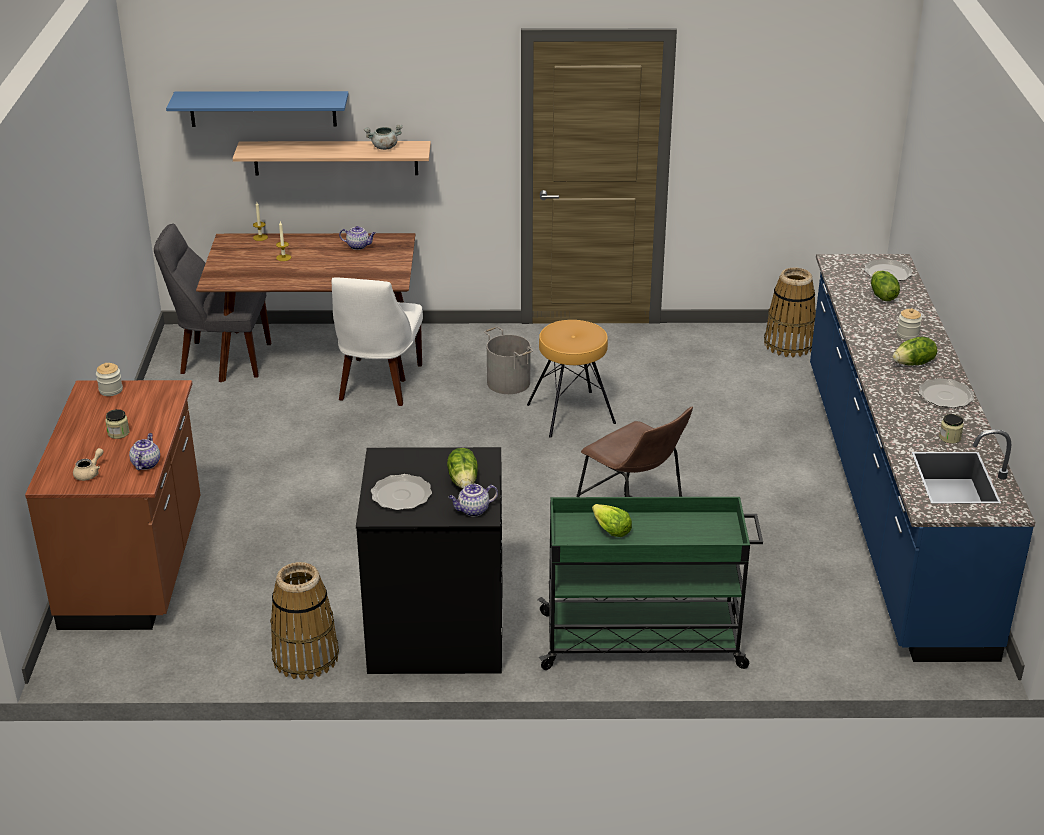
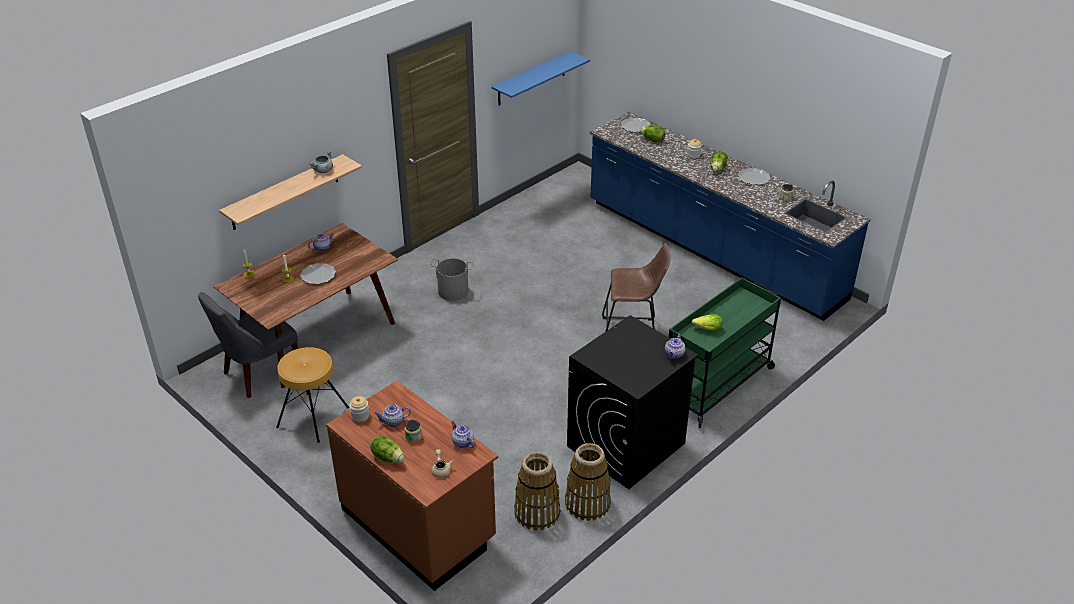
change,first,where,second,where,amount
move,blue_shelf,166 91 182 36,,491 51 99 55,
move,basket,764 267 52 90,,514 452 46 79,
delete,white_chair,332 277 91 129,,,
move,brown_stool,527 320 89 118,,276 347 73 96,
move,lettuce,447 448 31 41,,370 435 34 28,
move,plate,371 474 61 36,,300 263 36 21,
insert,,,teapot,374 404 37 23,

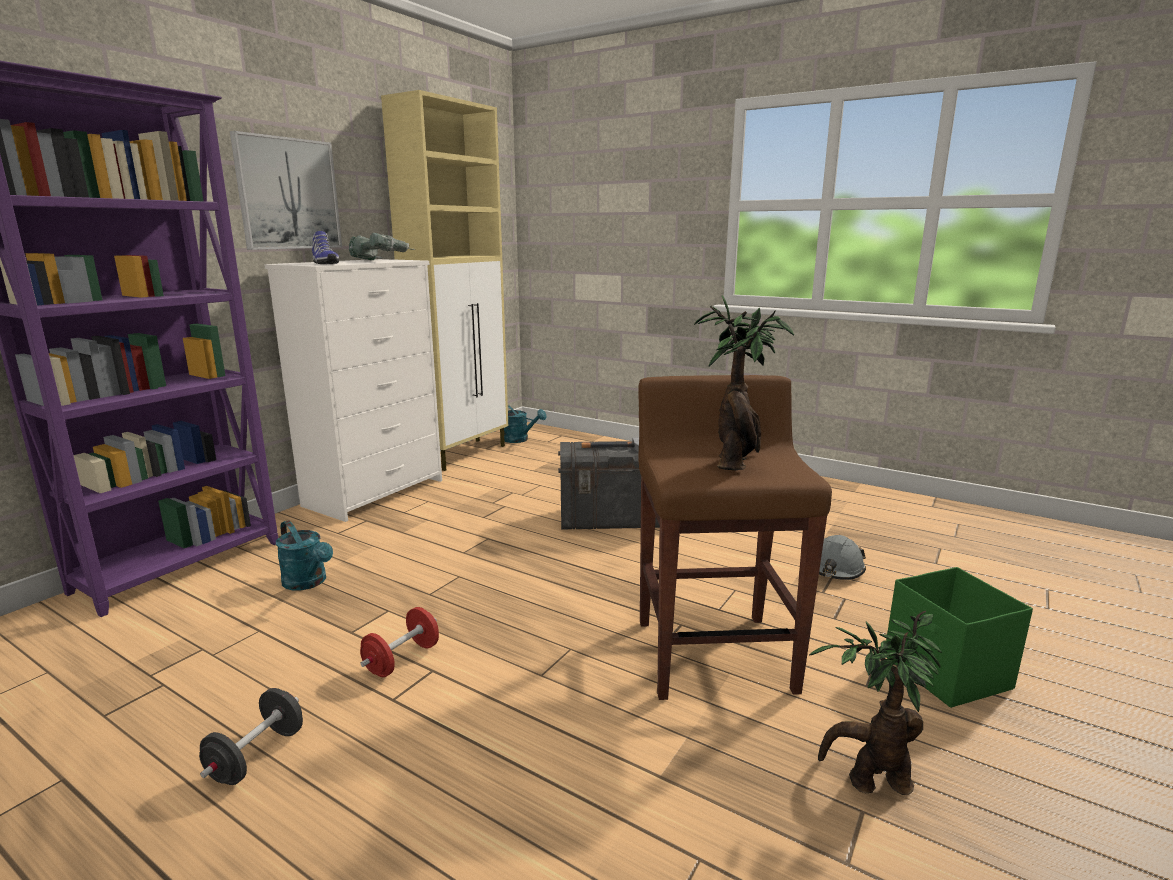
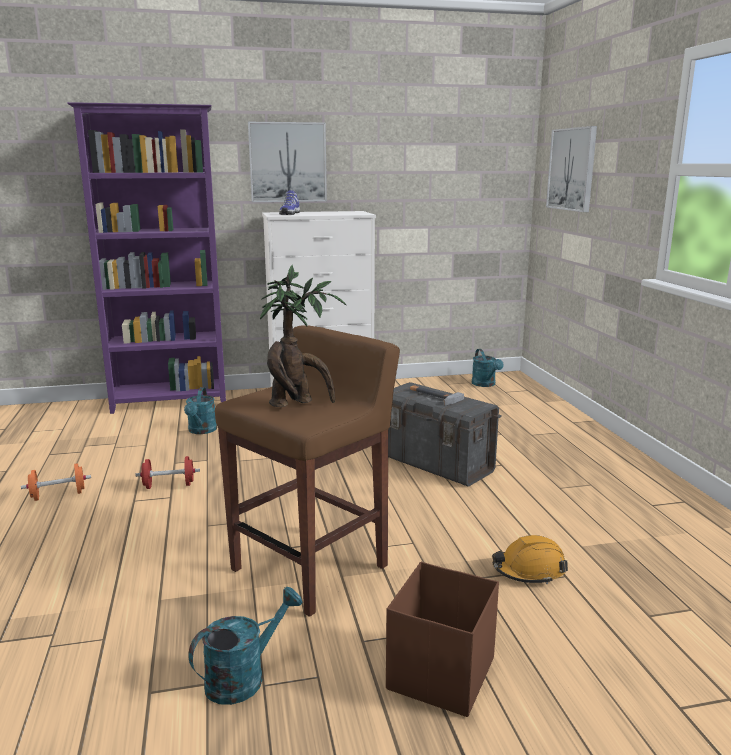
change,first,where,second,where,amount
delete,beige_cabinet,381 90 127 381,,,
delete,power_drill,349 233 67 27,,,
recolor,grey_hard_hat,819 535 47 45,orange_hard_hat,492 535 76 49,
recolor,green_storage_box,886 567 147 141,brown_storage_box,386 562 113 155,
replace,potted_plant,809 611 133 184,turquoise_watering_can,188 587 114 118,
recolor,black_dumbbell,199 688 104 97,orange_dumbbell,21 463 70 38,
insert,,,picture,546 126 51 86,

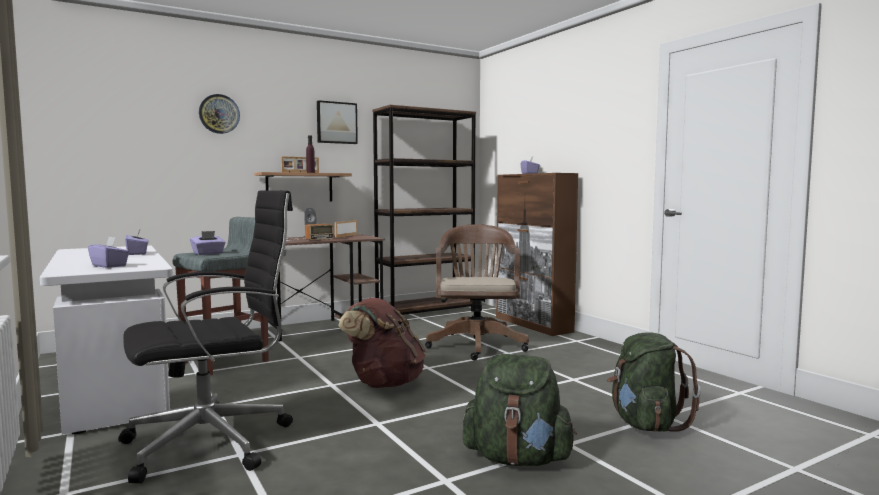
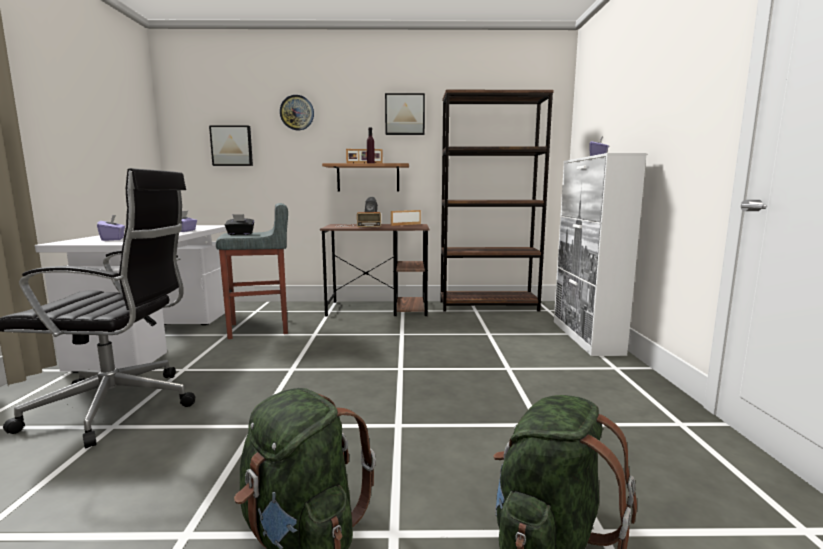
change,first,where,second,where,amount
recolor,brown_cabinet,496 173 82 163,white_cabinet,554 153 93 203,
delete,brown_office_chair,425 224 104 136,,,
recolor,purple_tissue_box,190 231 36 24,black_tissue_box,225 214 29 21,
delete,brown_backpack,338 298 88 90,,,
insert,,,picture,209 125 44 41,

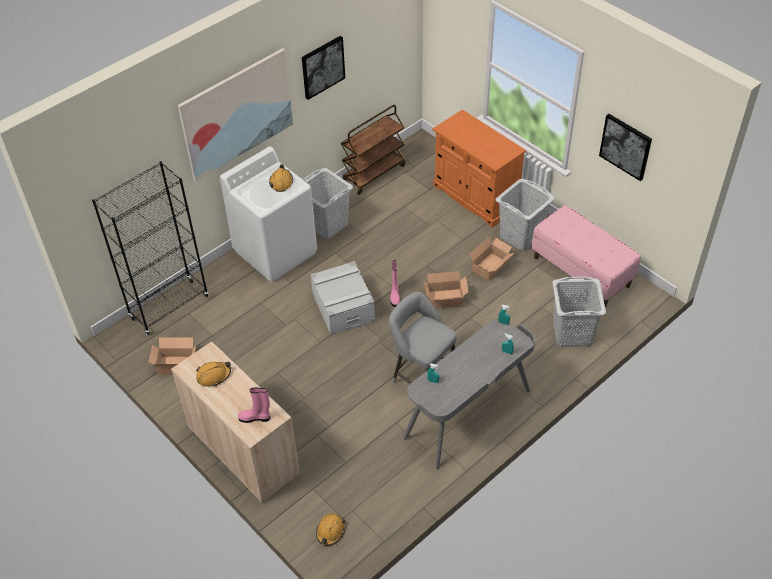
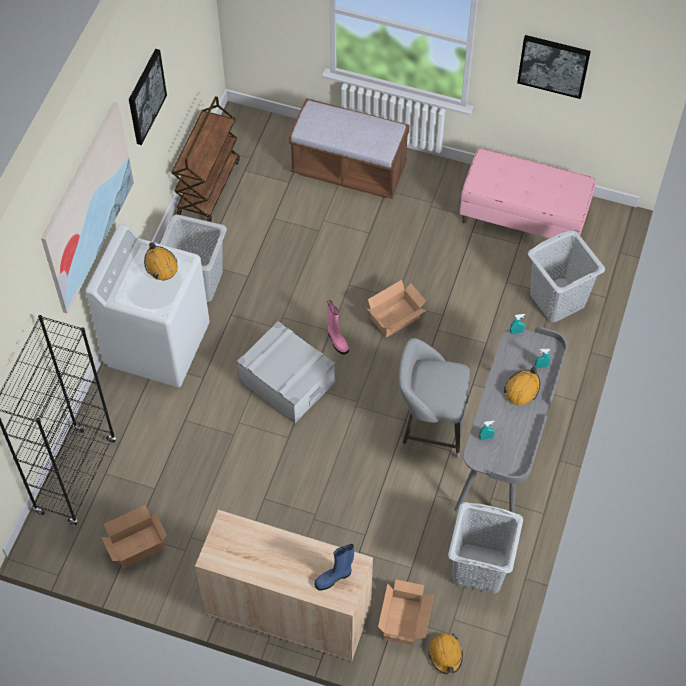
change,first,where,second,where,amount
replace,orange_cabinet,433 110 93 117,brown_bench,289 98 120 100,
move,grey_laundry_basket,496 179 59 72,,448 502 75 92,
move,cardboard_box,470 237 44 44,,378 580 56 66,
move,orange_hard_hat,196 361 35 25,,504 367 36 38,
recolor,pink_boot,238 387 32 36,blue_boot,314 544 40 46,

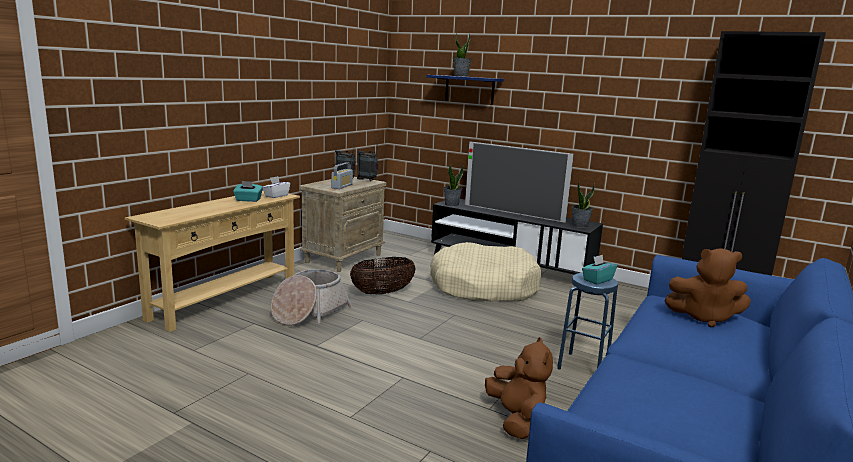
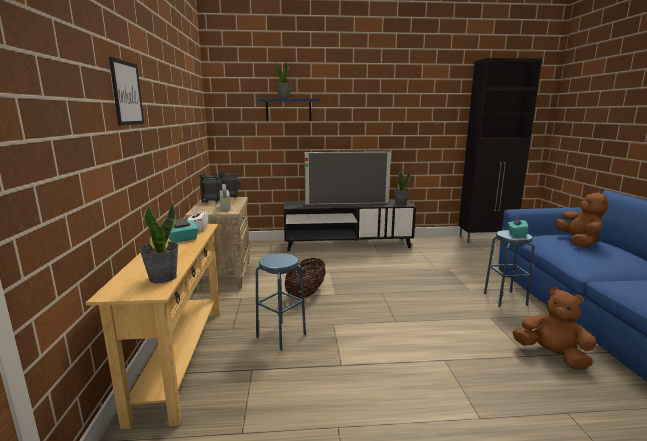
change,first,where,second,where,amount
move,potted_plant,443 164 20 42,,139 202 40 82,
delete,beige_dog_bed,430 242 112 59,,,
rotate,brown_plush_toy,664 248 87 79,,556 191 52 57,60 degrees counterclockwise
replace,basket,271 269 81 56,blue_stool,256 253 50 97,
insert,,,picture,109 57 35 69,

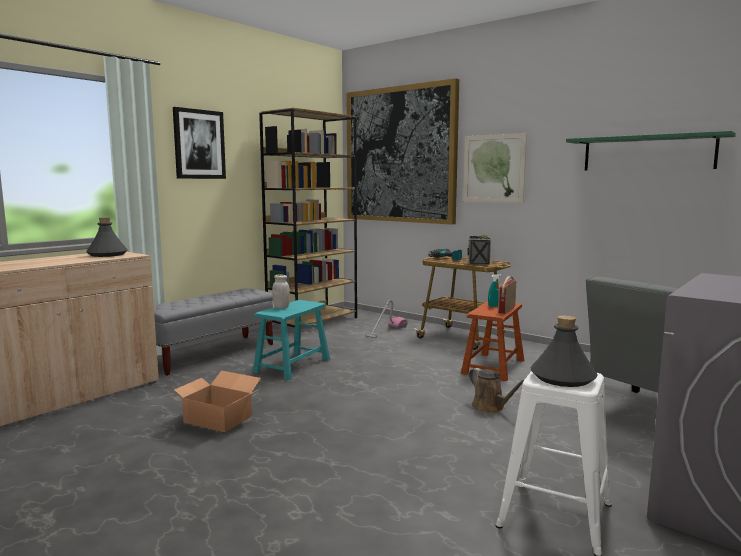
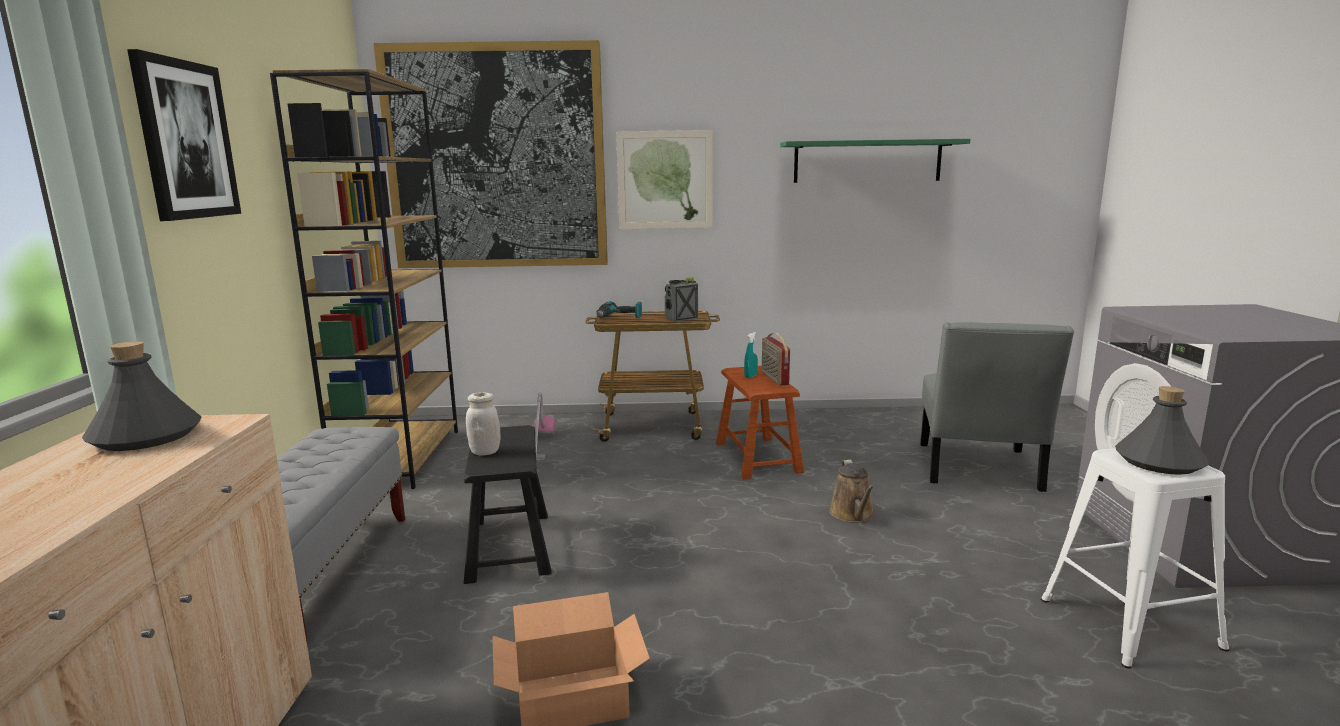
change,first,where,second,where,amount
recolor,turquoise_stool,253 300 77 80,black_stool,464 425 88 159,
rotate,brown_watering_can,469 368 56 45,,829 460 45 63,75 degrees clockwise

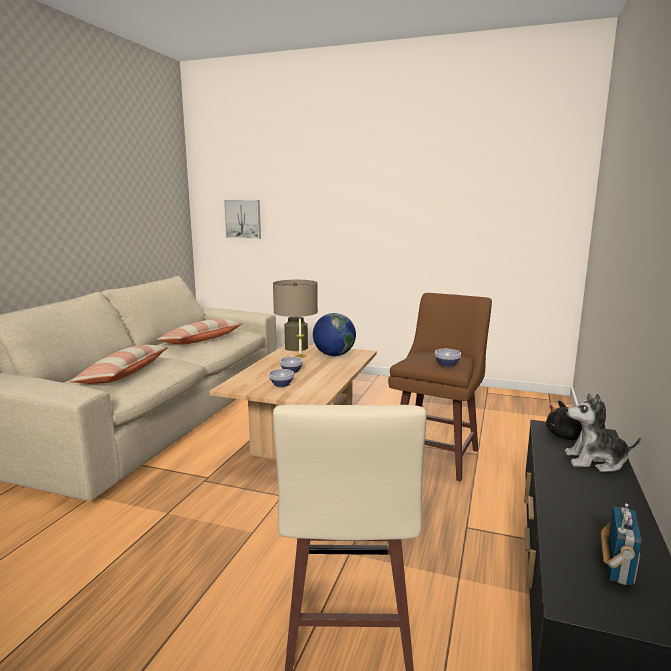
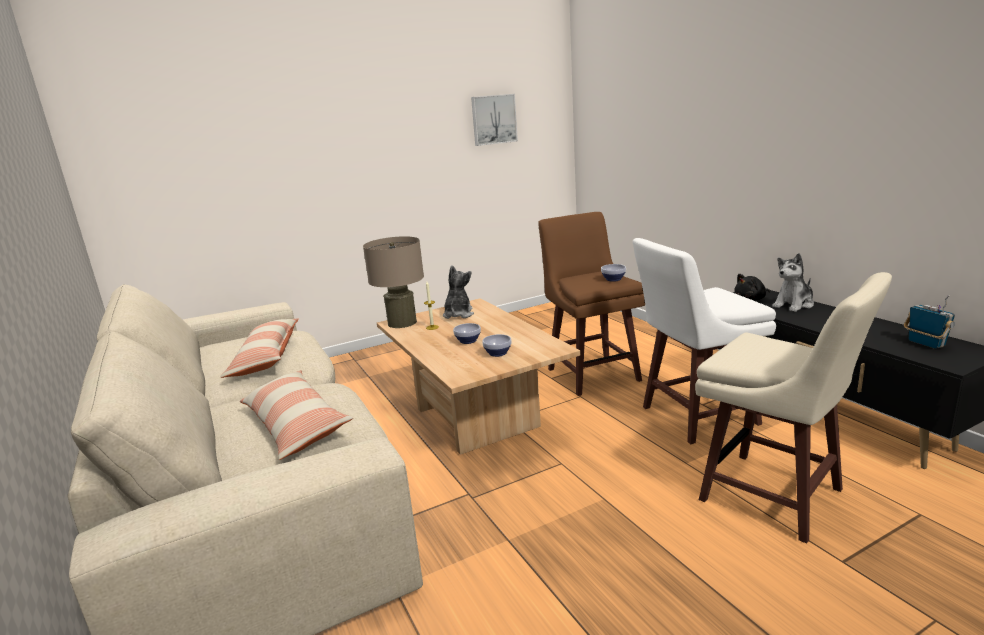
change,first,where,second,where,amount
move,picture,224 200 37 39,,471 94 47 52,
replace,globe,313 313 43 43,plush_toy,443 265 31 54,
insert,,,white_stool,633 238 143 206,

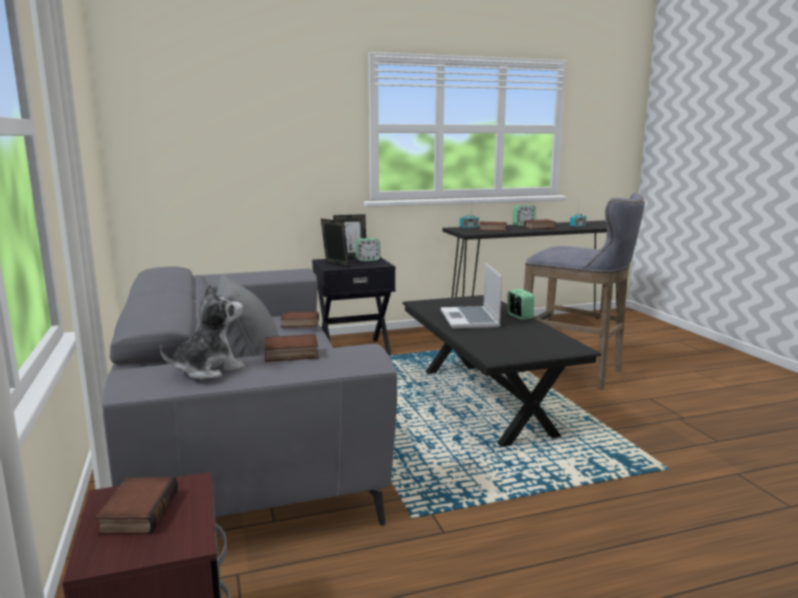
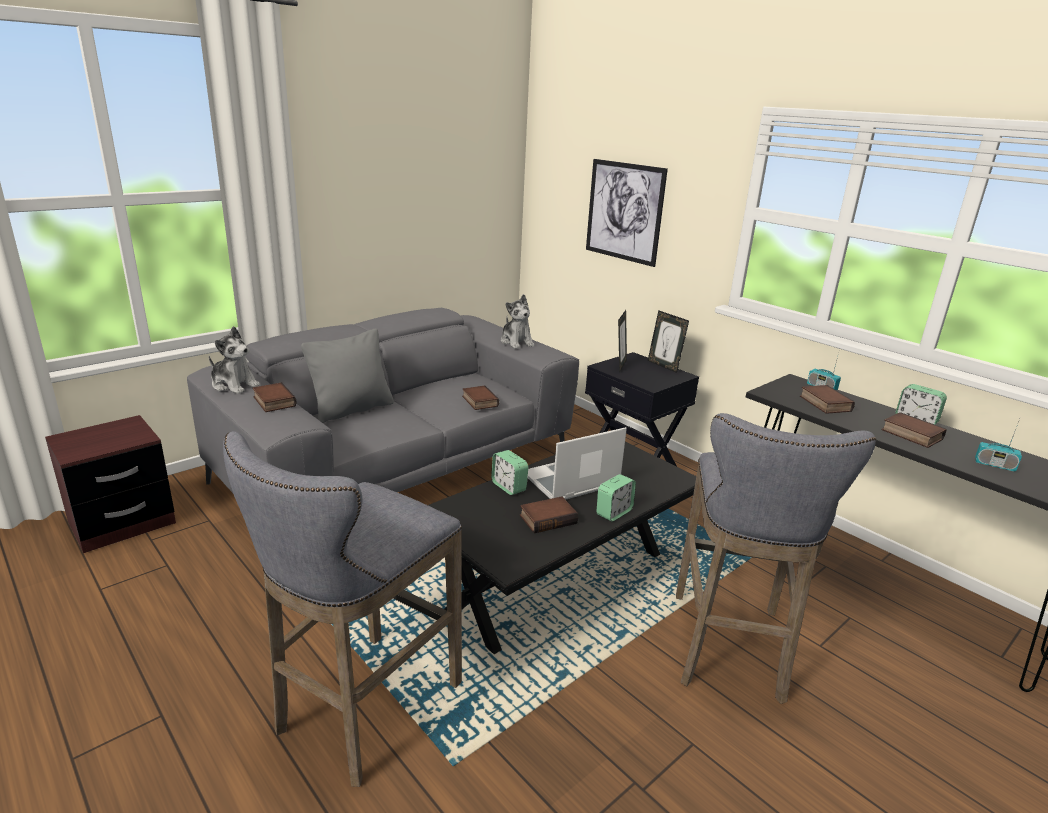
change,first,where,second,where,amount
move,alarm_clock,355 238 25 23,,491 450 37 45,
move,book,95 477 83 57,,520 496 58 38,
insert,,,picture,586 159 82 108,
insert,,,plush_toy,501 294 33 55,
insert,,,grey_stool,223 431 239 356,

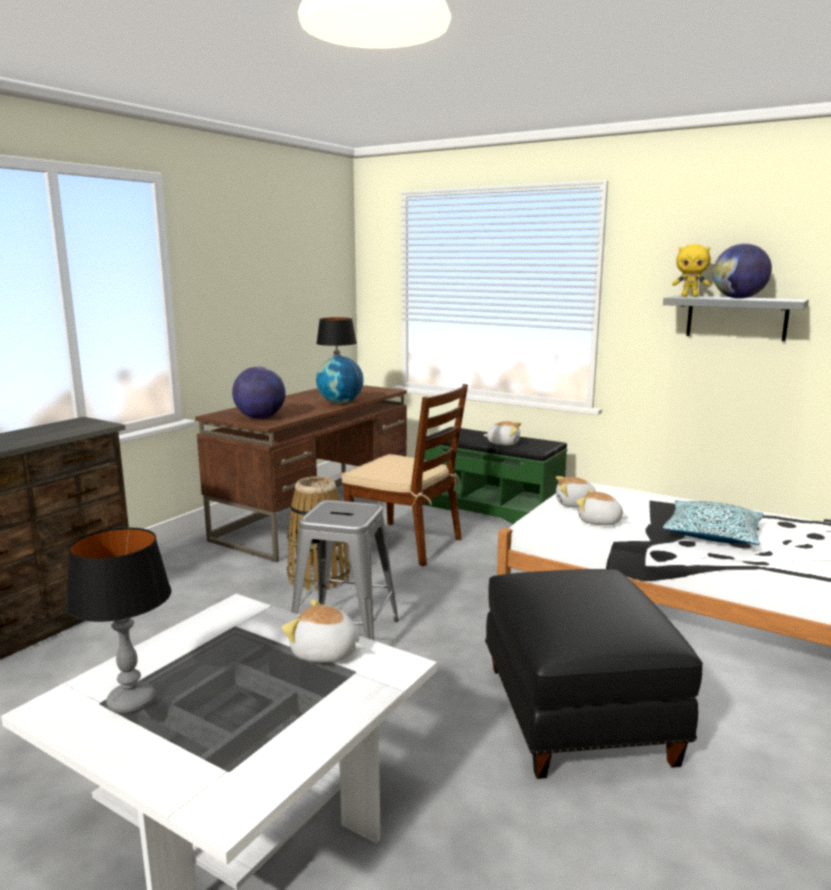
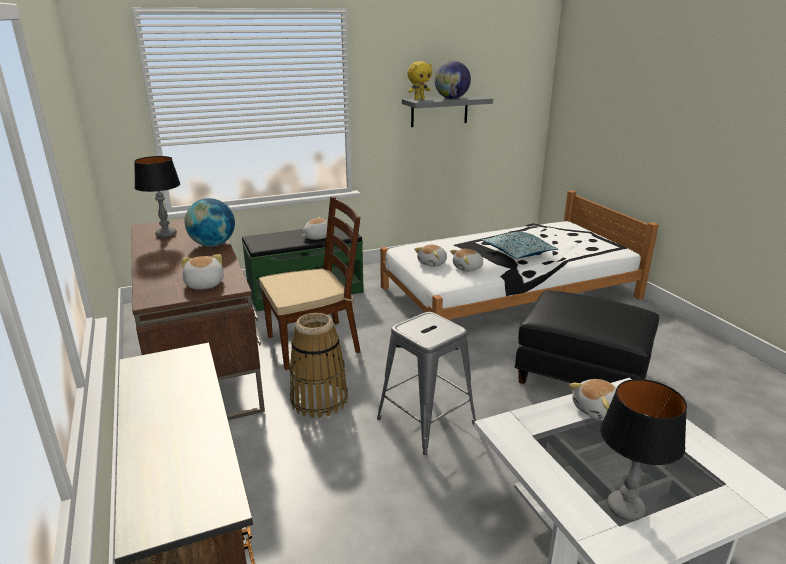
change,first,where,second,where,amount
replace,globe,232 367 54 52,plush_toy,182 254 42 36,

